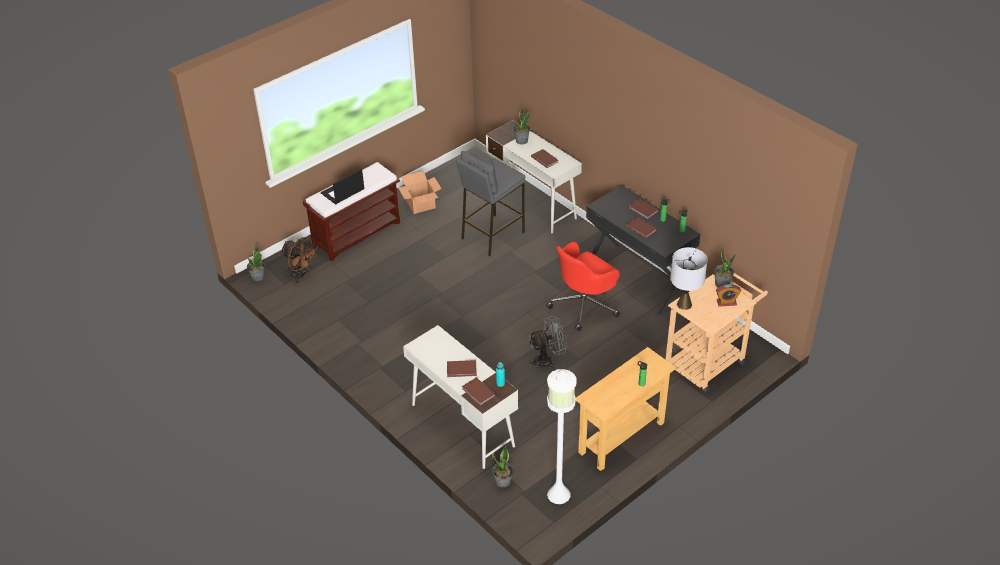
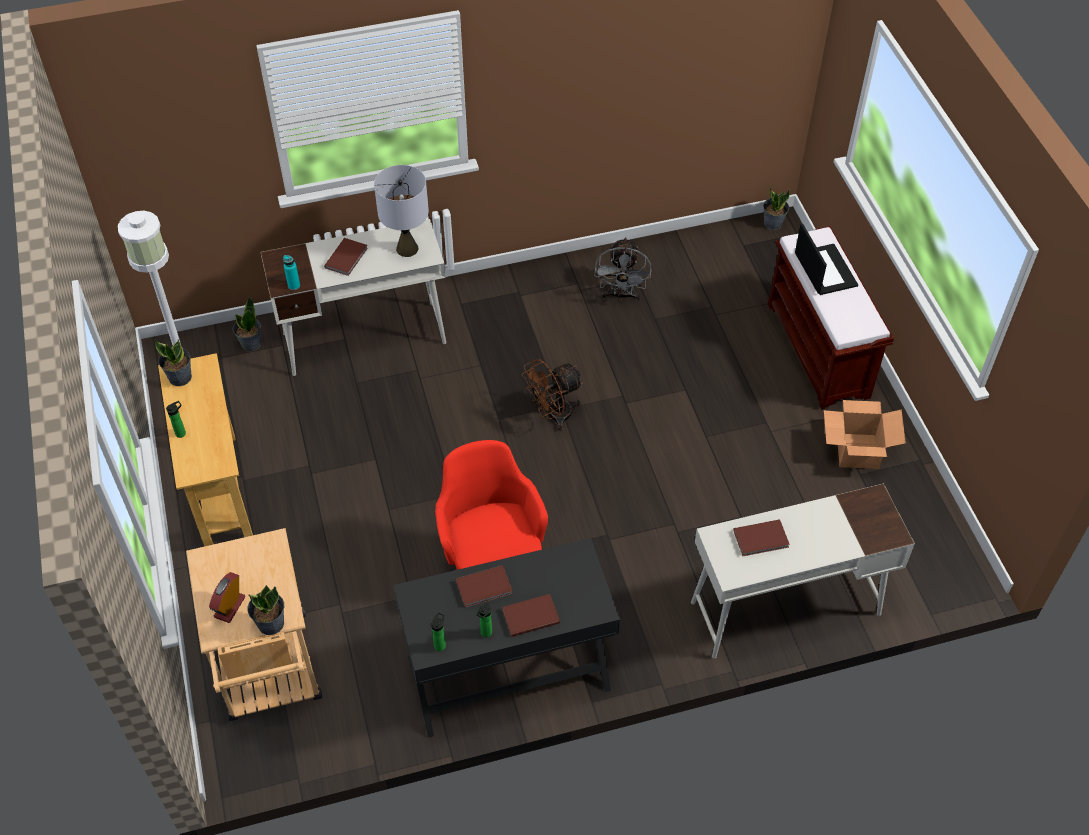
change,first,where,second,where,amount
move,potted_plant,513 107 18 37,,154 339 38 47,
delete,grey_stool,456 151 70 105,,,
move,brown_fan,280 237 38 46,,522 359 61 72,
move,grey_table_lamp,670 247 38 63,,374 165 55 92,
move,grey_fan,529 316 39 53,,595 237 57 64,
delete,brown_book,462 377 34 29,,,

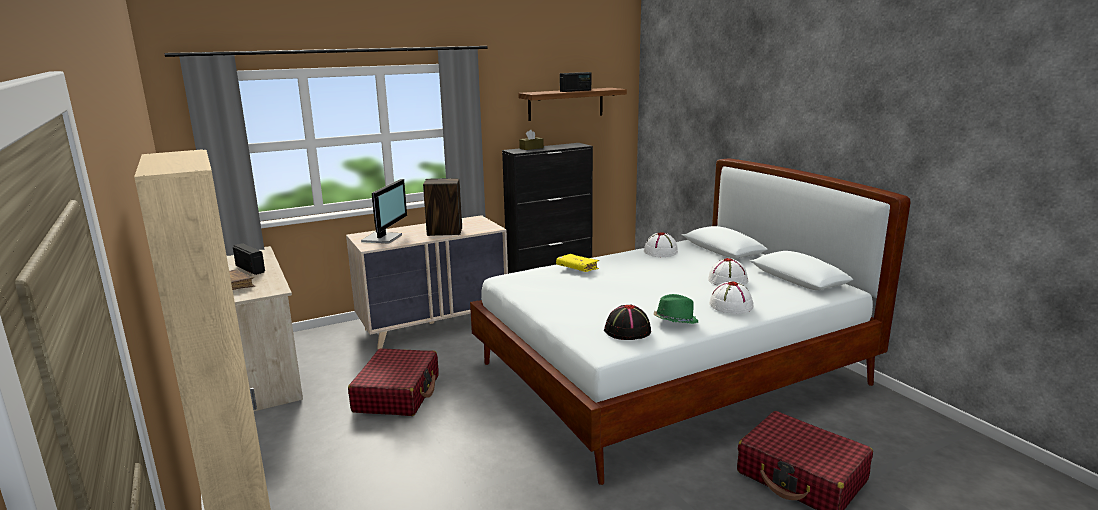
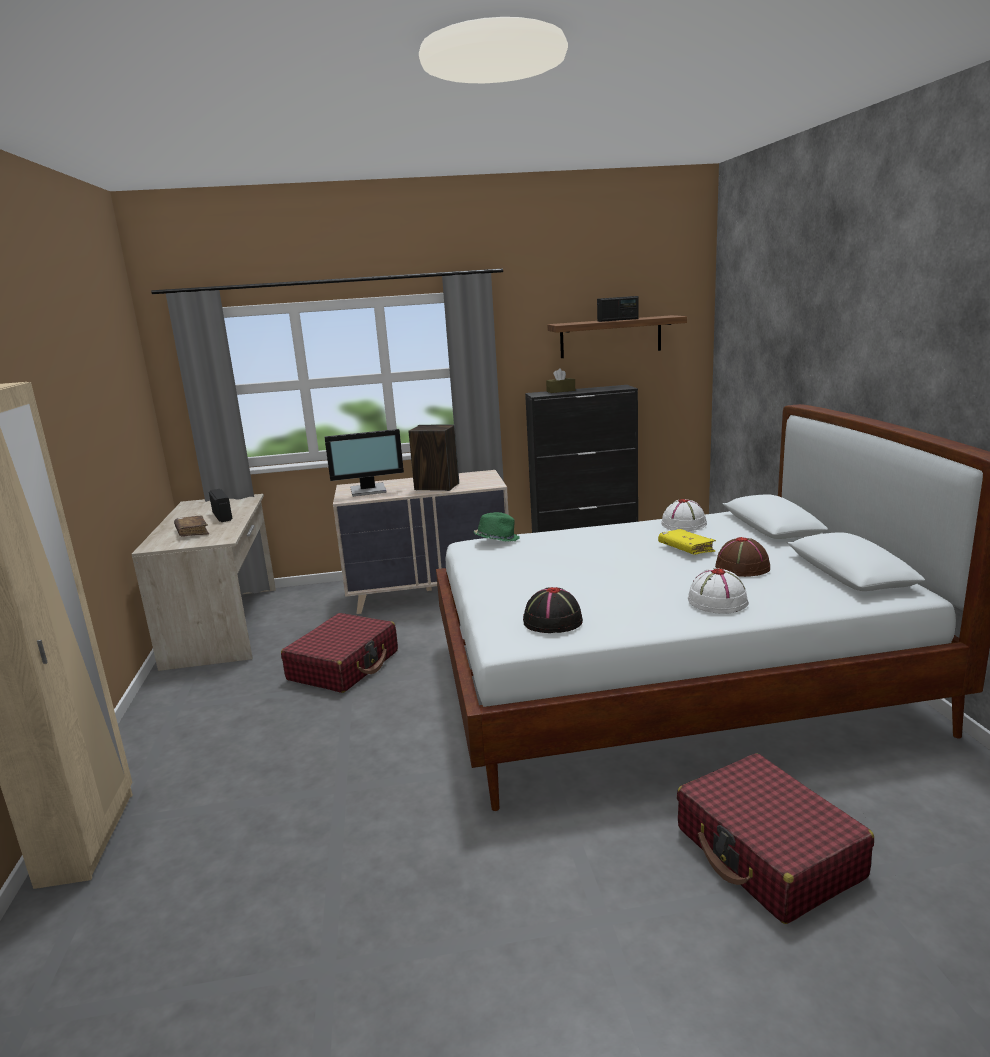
change,first,where,second,where,amount
rotate,monitor,361 179 46 65,,324 429 80 68,45 degrees clockwise
move,yellow_book,556 254 43 18,,658 529 58 26,
recolor,white_hat,708 258 40 28,brown_hat,715 537 55 40,
move,green_hat,653 294 45 30,,474 512 46 30,

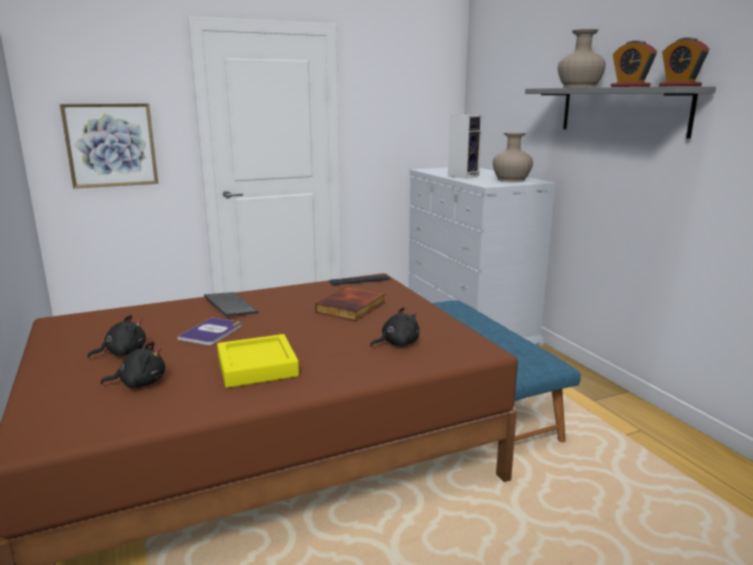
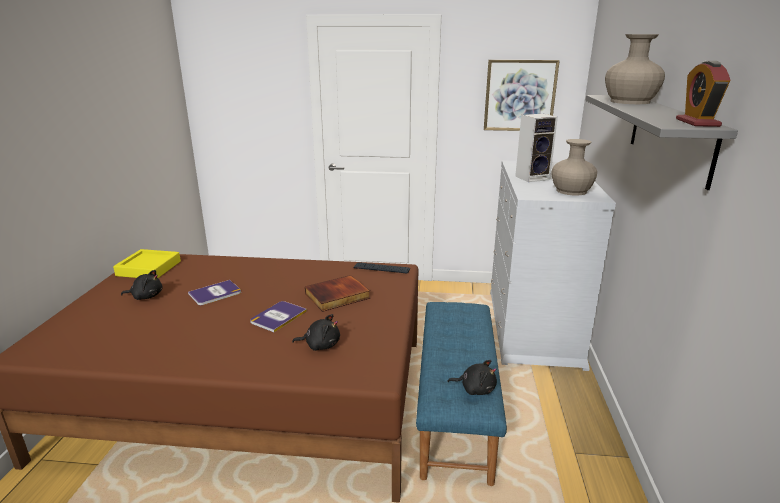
change,first,where,second,where,amount
delete,alarm_clock,611 40 46 47,,,
move,picture,60 103 98 85,,484 60 76 71,
delete,keyboard,204 292 54 24,,,
move,yellow_tray,217 334 82 54,,113 249 68 29,
move,black_plush_toy,100 341 65 47,,447 360 50 35,
insert,,,book,250 301 57 31,

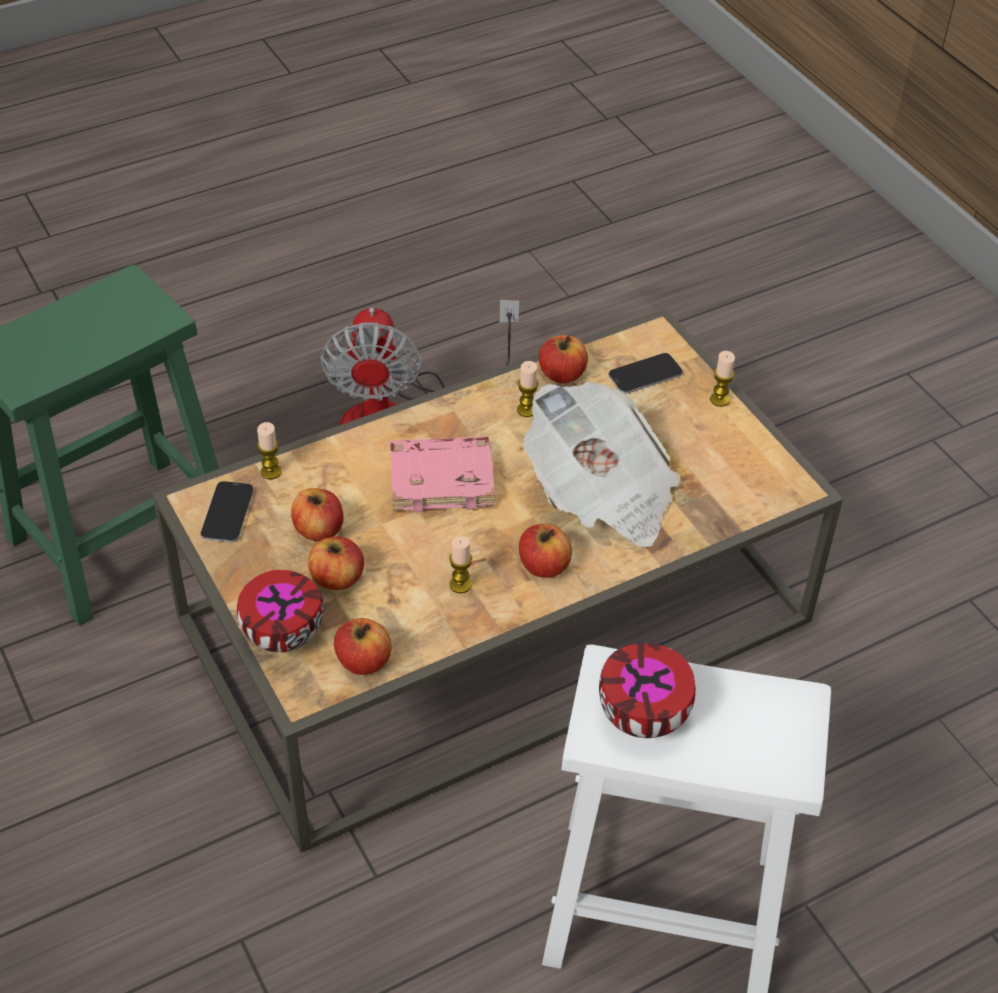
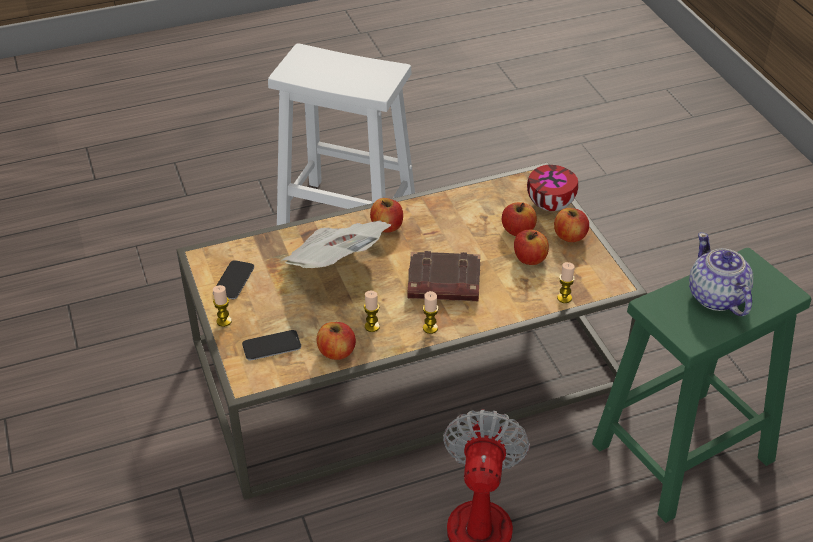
change,first,where,second,where,amount
recolor,pink_book,390 436 106 76,brown_book,408 251 72 50,
move,phone,201 481 53 61,,213 260 41 39,
move,candle,449 536 23 57,,423 291 15 43,
move,apple,334 618 58 57,,554 208 35 34,
delete,bowl,599 643 97 95,,,
insert,,,teapot,689 232 64 84,

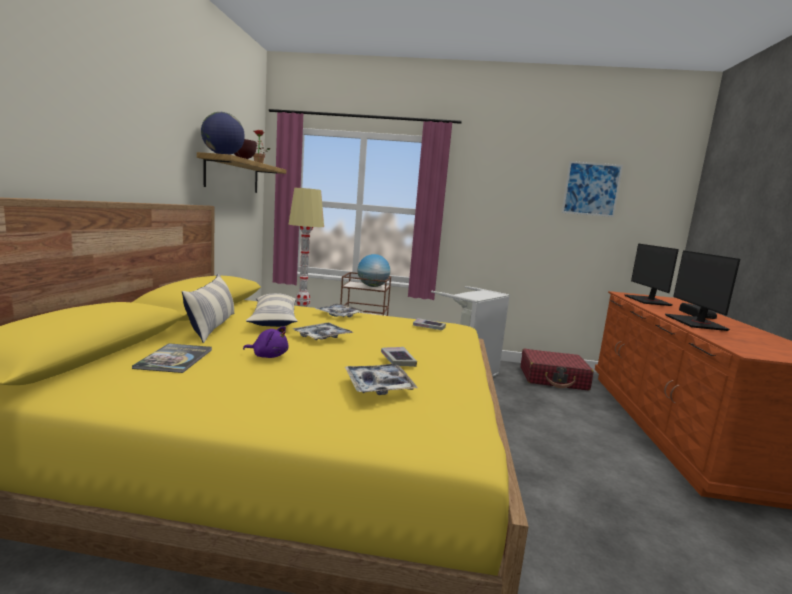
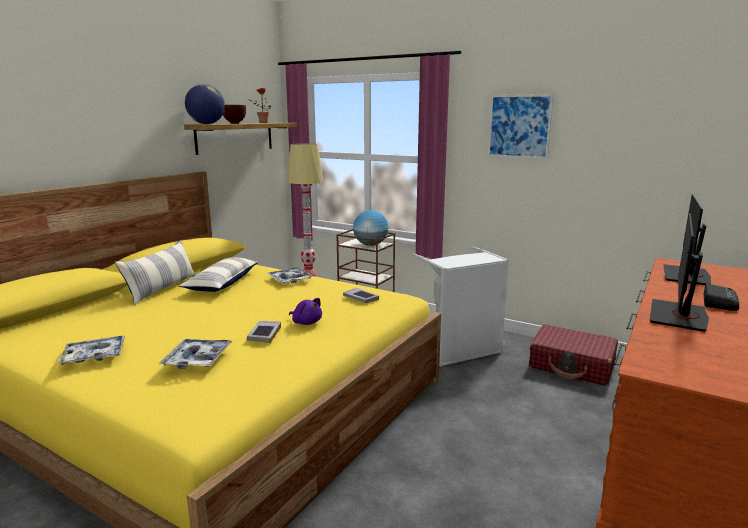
change,first,where,second,where,amount
move,picture,562 161 61 56,,488 94 66 65,
move,tray,293 322 60 18,,57 336 68 29,
move,purple_plush_toy,243 326 45 32,,289 298 33 27,
delete,book,132 343 80 30,,,

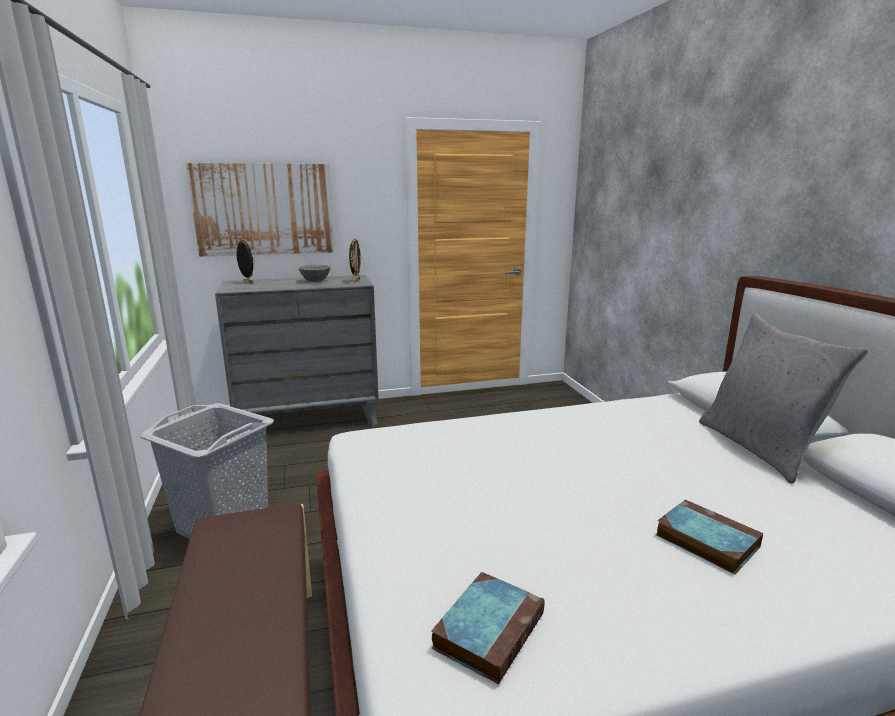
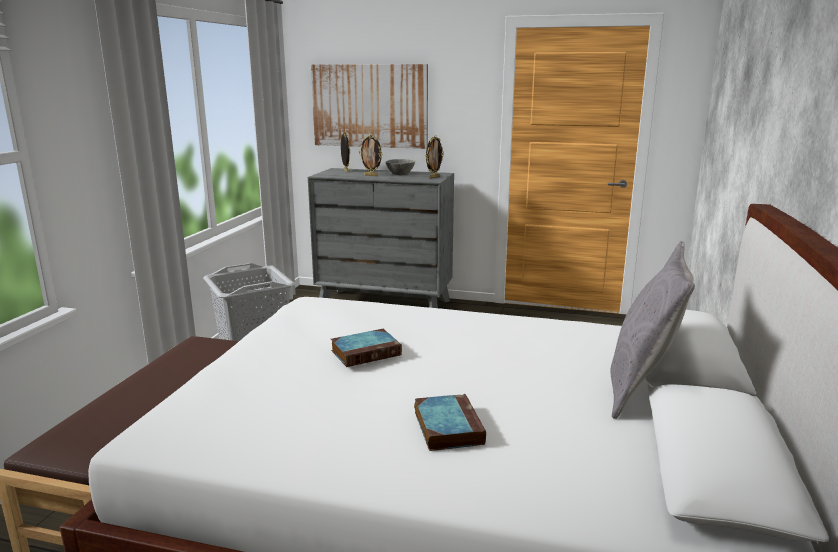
change,first,where,second,where,amount
move,book,432 572 113 112,,331 329 71 38,
insert,,,picture_frame,359 134 23 42,

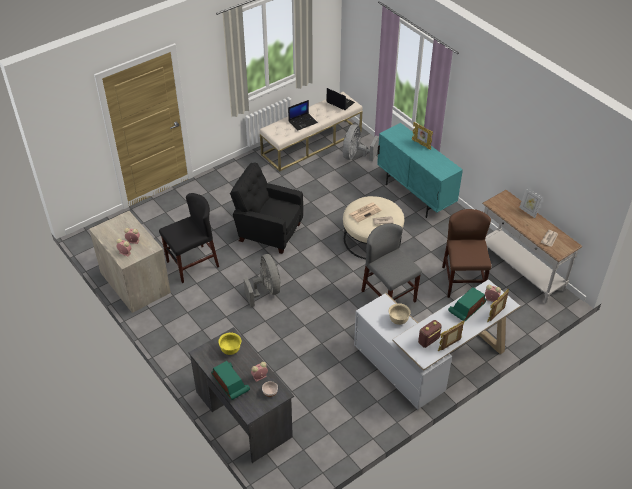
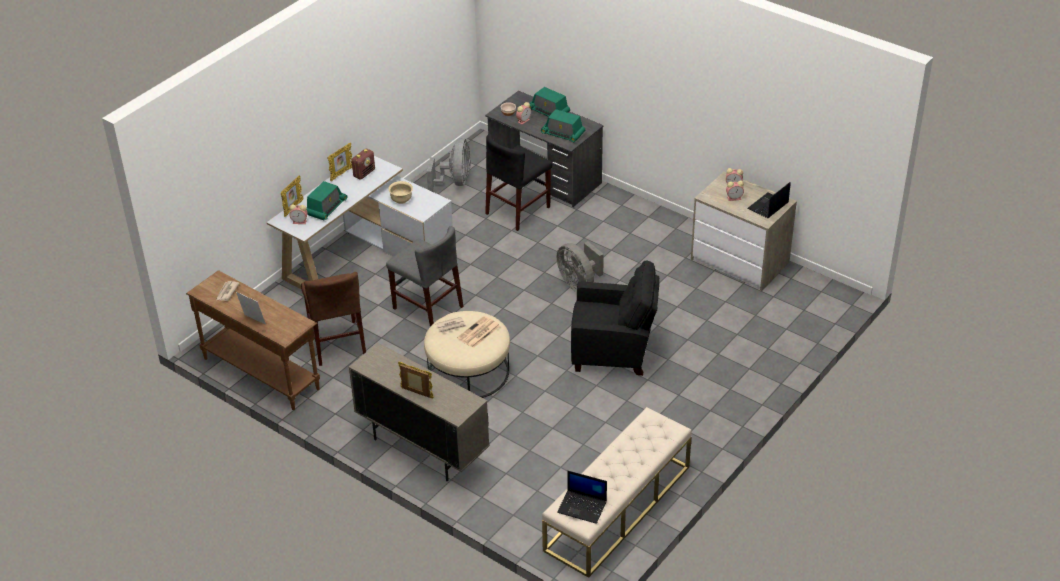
change,first,where,second,where,amount
move,laptop,288 100 30 31,,747 182 44 36,
recolor,turquoise_cabinet,377 123 86 95,beige_cabinet,349 343 140 139,
move,grey_fan,343 124 36 37,,427 138 44 54,
recolor,white_console_table,482 190 100 113,brown_console_table,186 270 134 140,
move,black_chair,159 193 60 90,,485 134 67 97,
replace,yellow_bowl,218 332 23 23,radio,541 109 44 34,

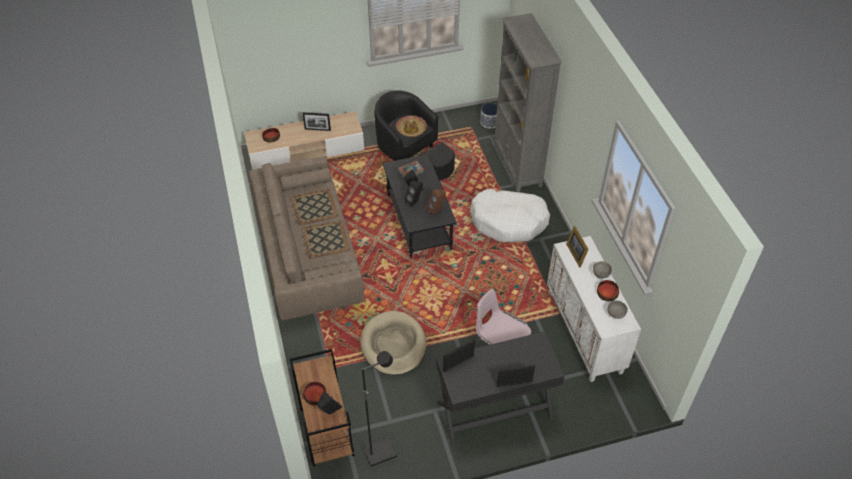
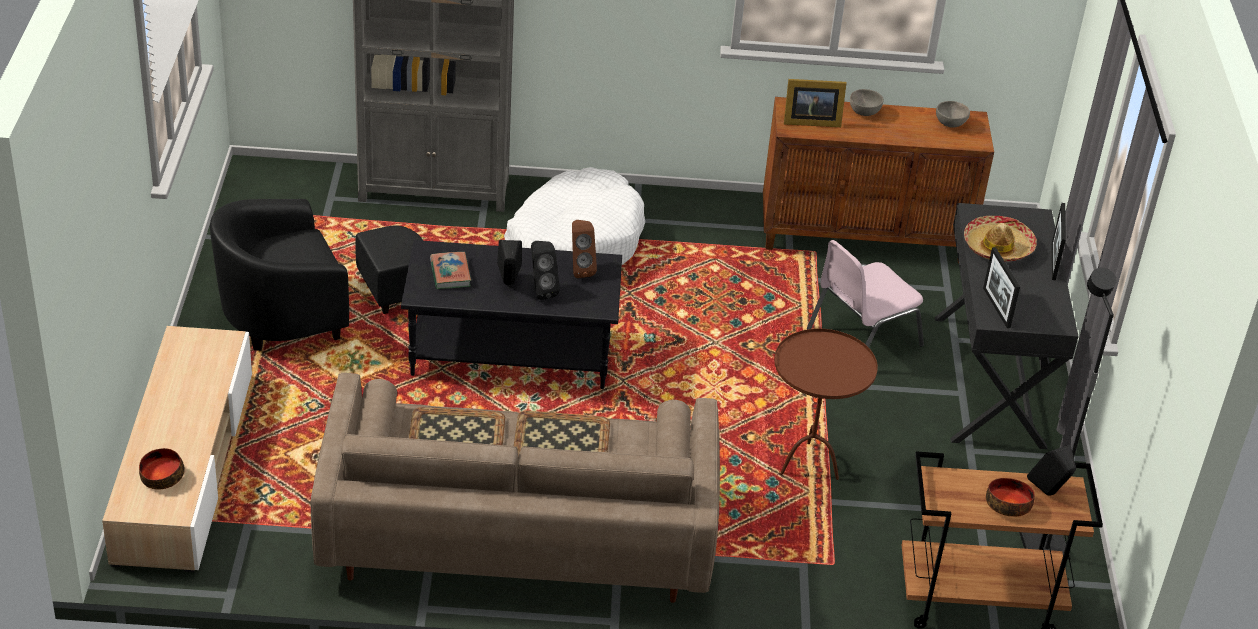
change,first,where,second,where,amount
delete,planter,480 103 17 26,,,
delete,picture_frame,303 112 28 19,,,
move,hat,396 116 31 21,,964 216 73 46,
recolor,white_cabinet,547 236 94 146,brown_cabinet,763 97 231 167,
delete,bowl,597 280 22 21,,,
replace,beige_dog_bed,360 311 66 64,brown_side_table,774 329 104 151,

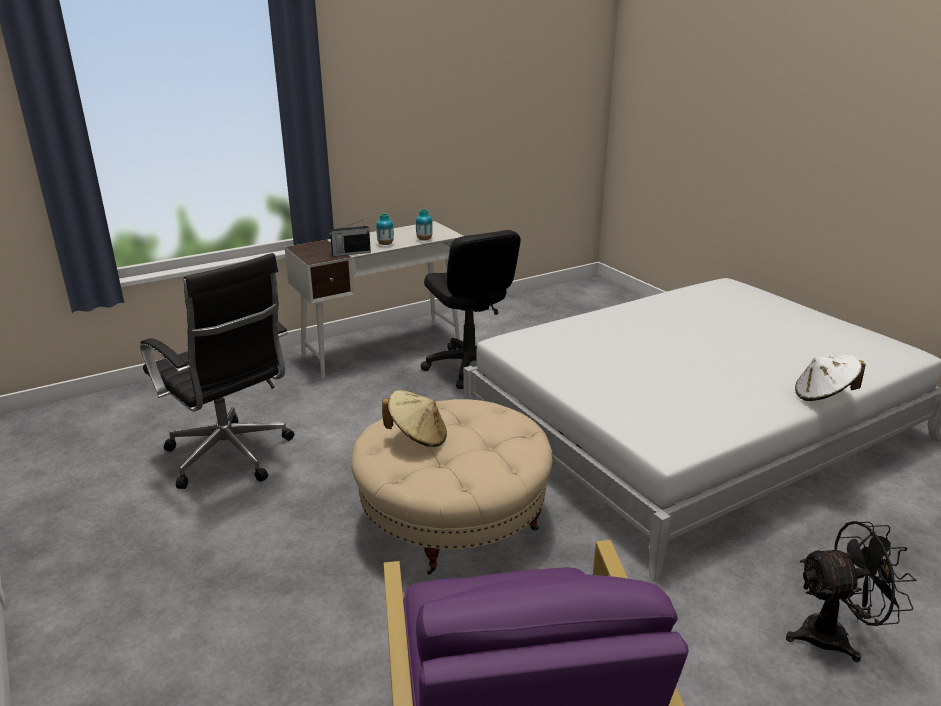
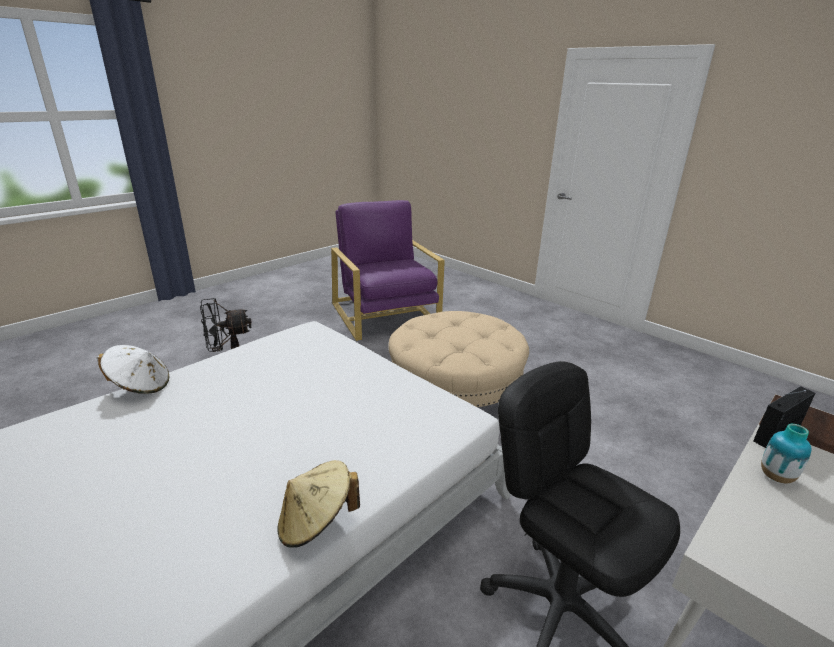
change,first,where,second,where,amount
delete,vase,416 209 17 31,,,
delete,black_office_chair,140 253 154 236,,,
move,beige_hat,382 390 65 57,,277 460 83 88,

